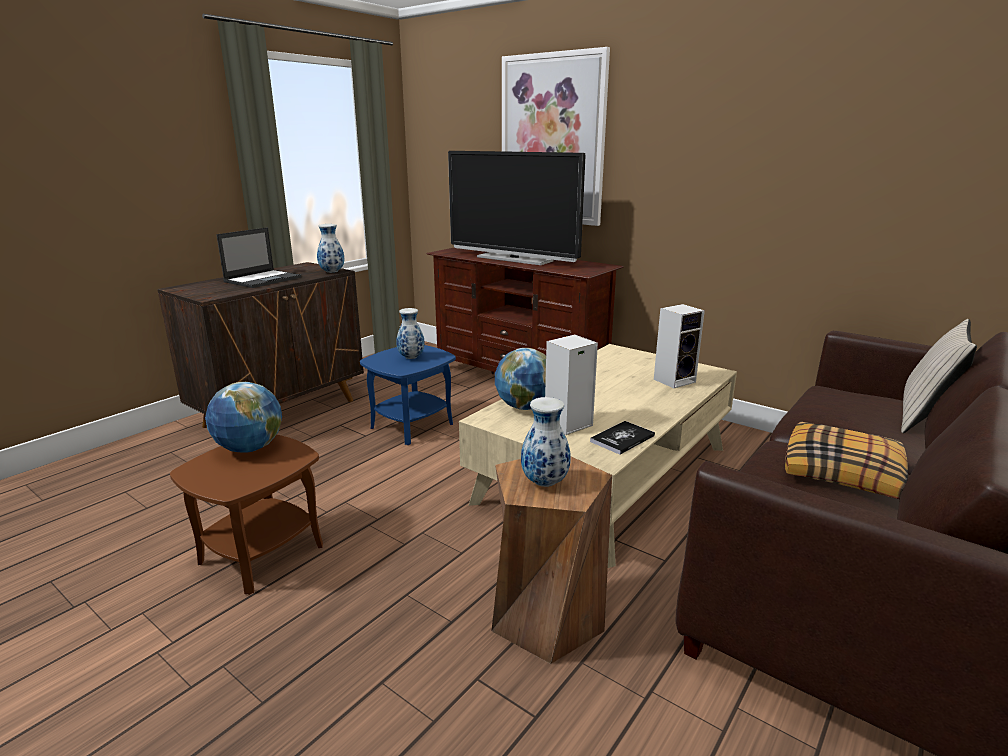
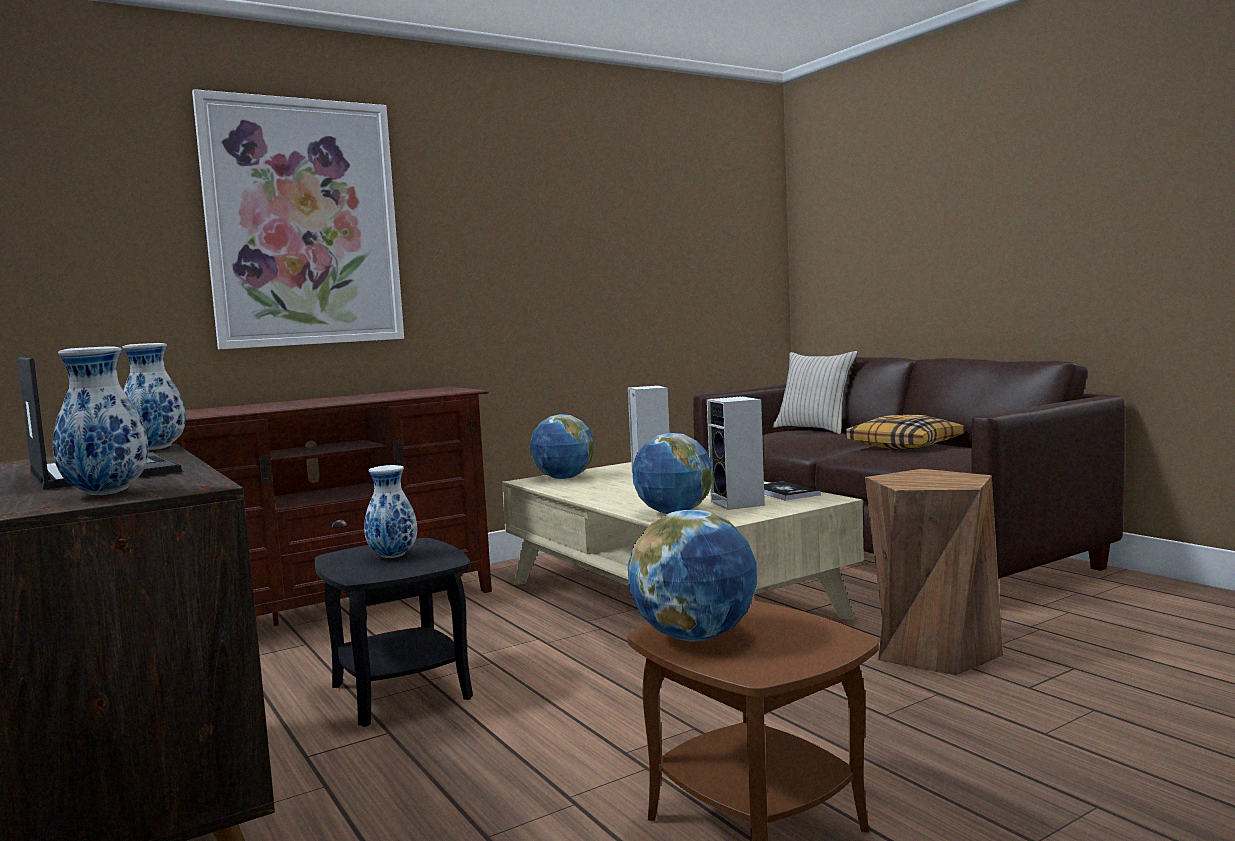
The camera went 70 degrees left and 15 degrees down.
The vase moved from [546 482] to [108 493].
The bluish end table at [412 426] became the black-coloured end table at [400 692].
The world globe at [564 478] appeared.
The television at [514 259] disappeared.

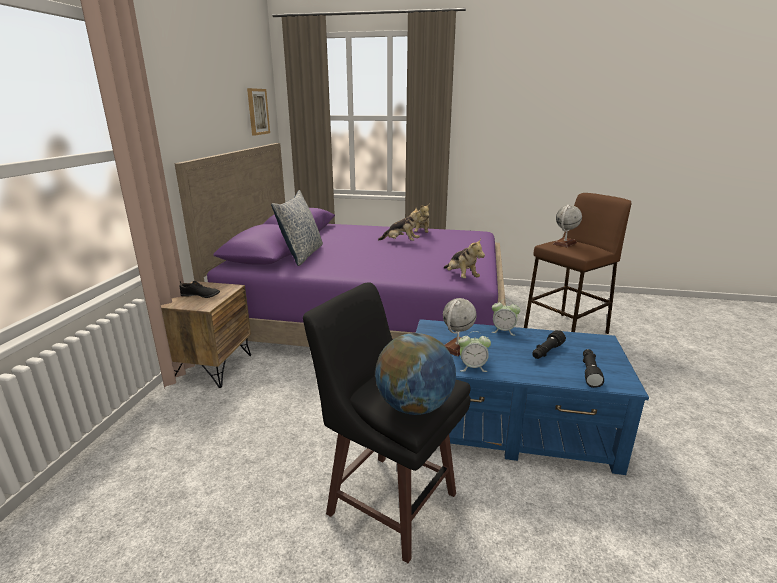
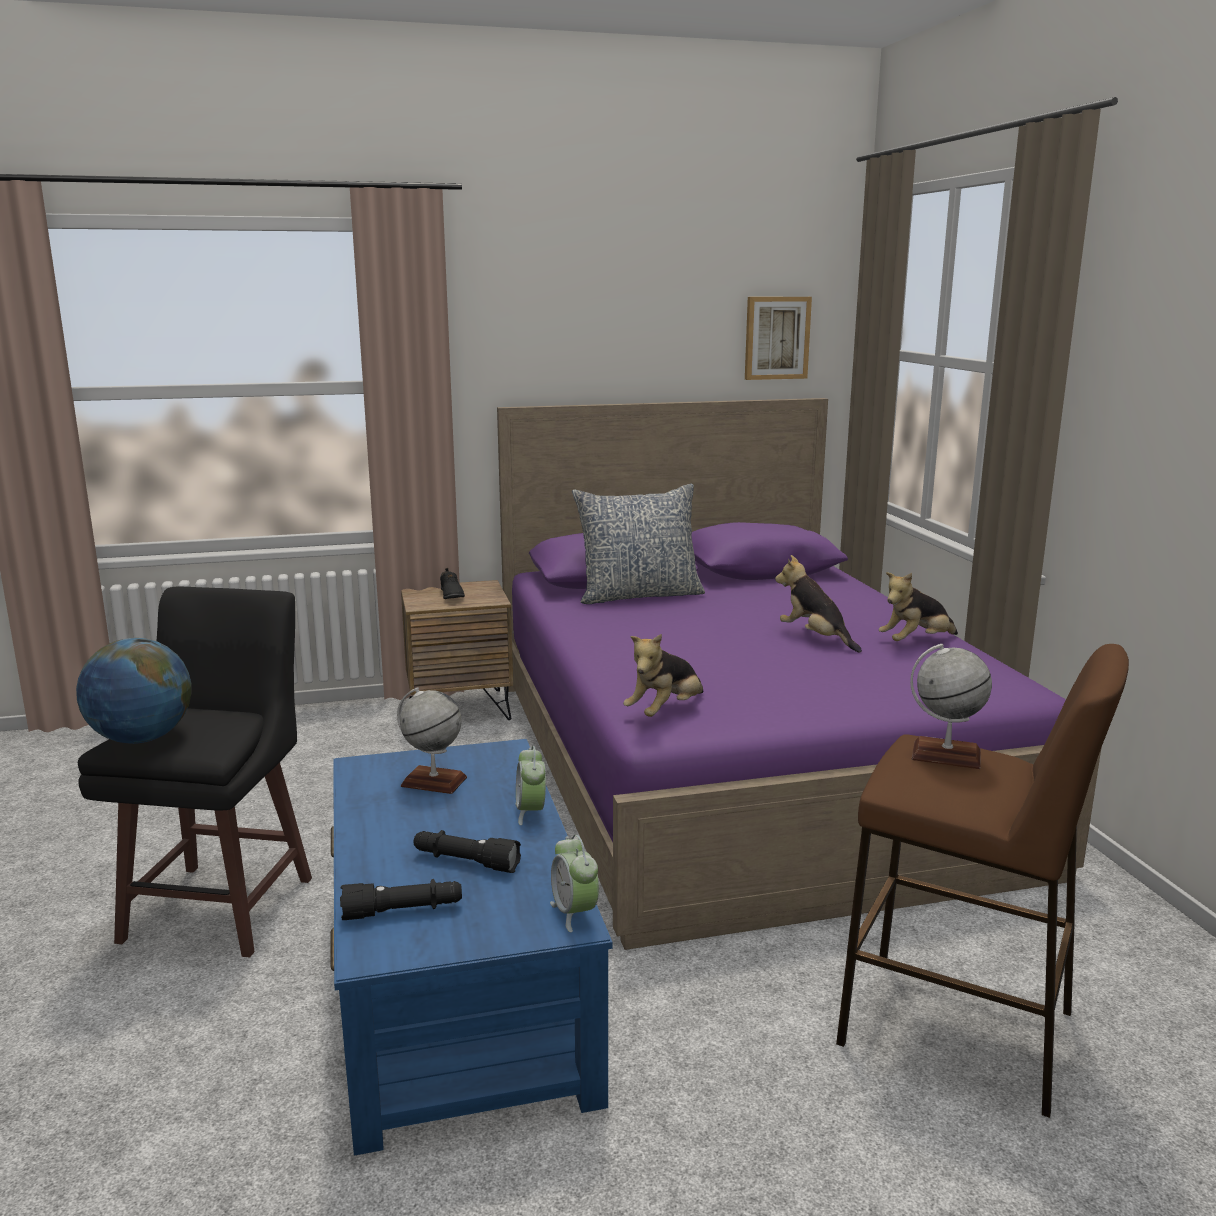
The camera went 65 degrees right and 5 degrees down.
The bedside clock moved from [472 367] to [574 913].
The soft toy at [401 242] turned 150 degrees clockwise.

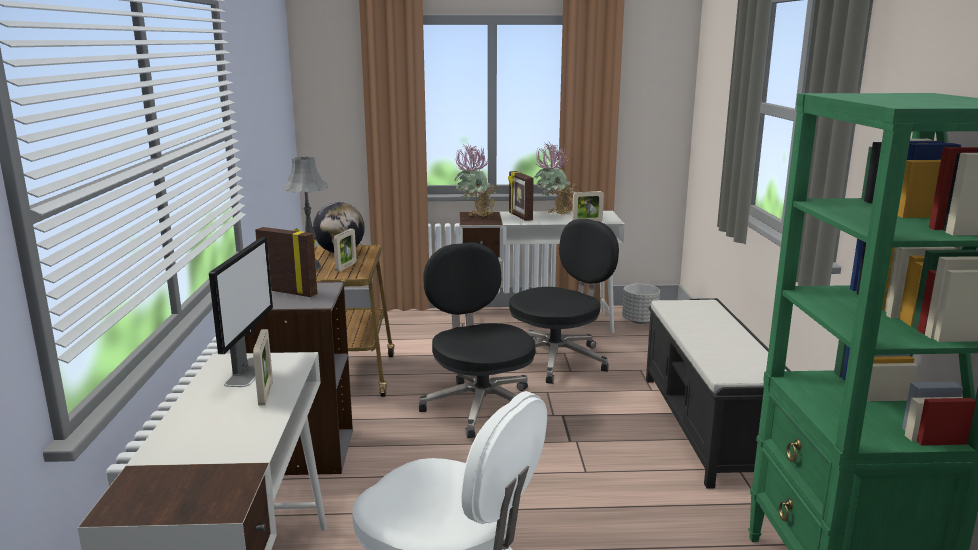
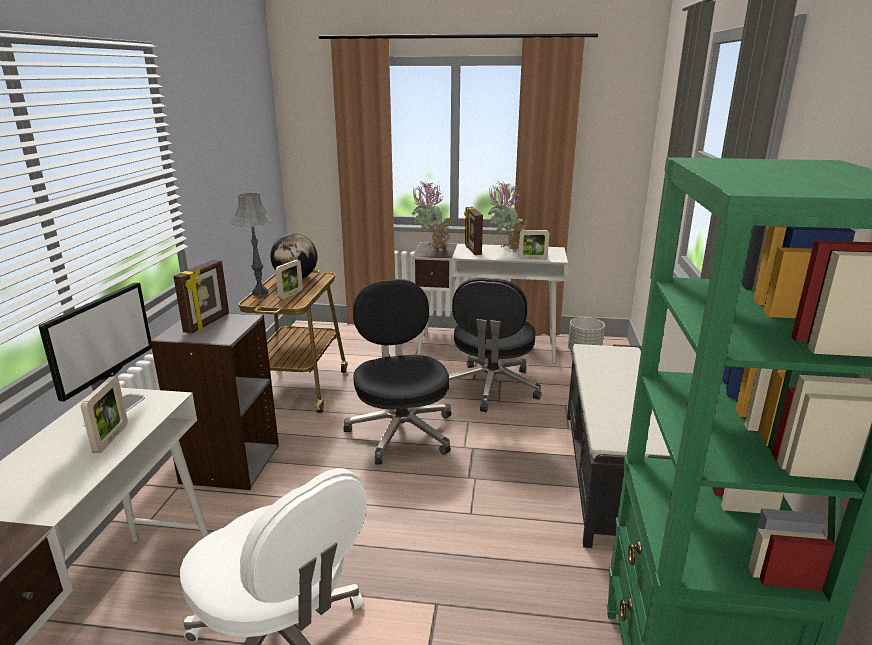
The camera went 10 degrees right and 5 degrees up.
The photo frame at [289 292] turned 75 degrees clockwise.
The black-coloured desk chair at [558 360] turned 135 degrees clockwise.

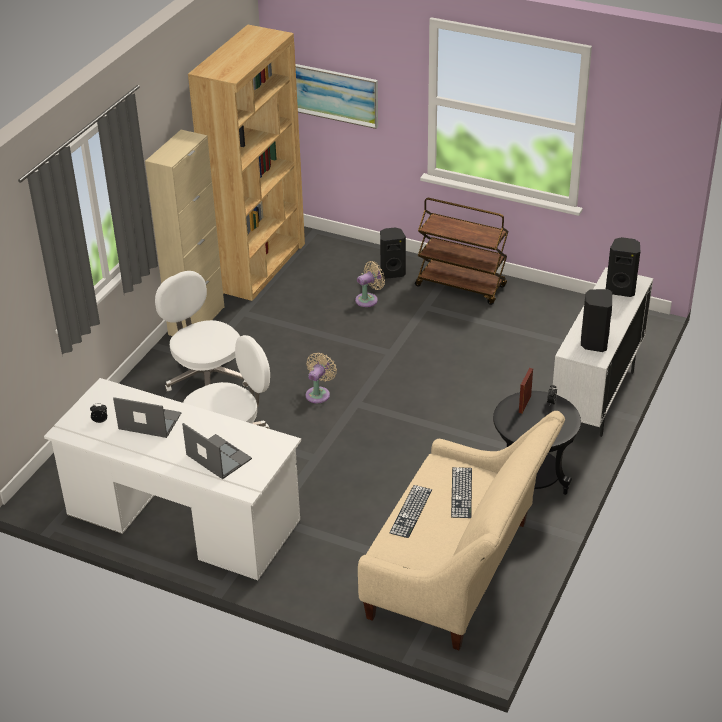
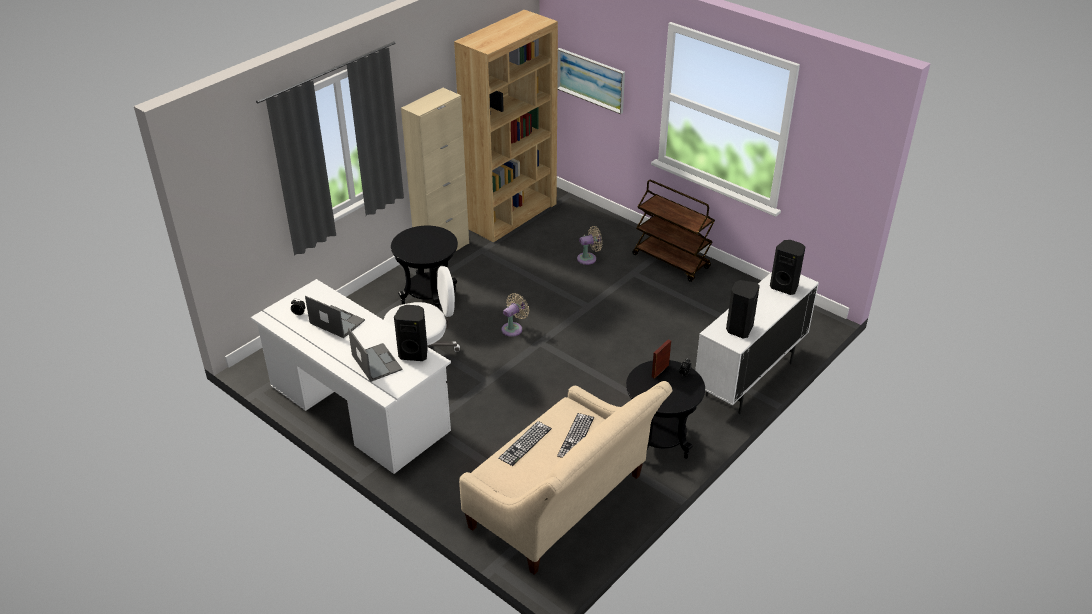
The camera went 15 degrees right and 0 degrees up.
The white-coloured desk chair at [206 378] was replaced by the black-coloured end table at [429 298].
The black-coloured speaker moved from [392 272] to [414 353].

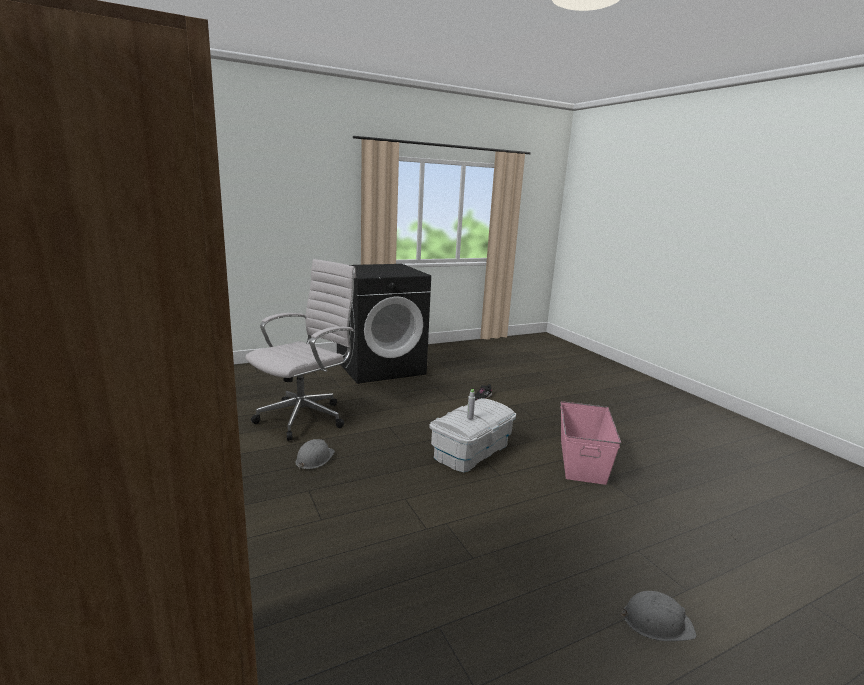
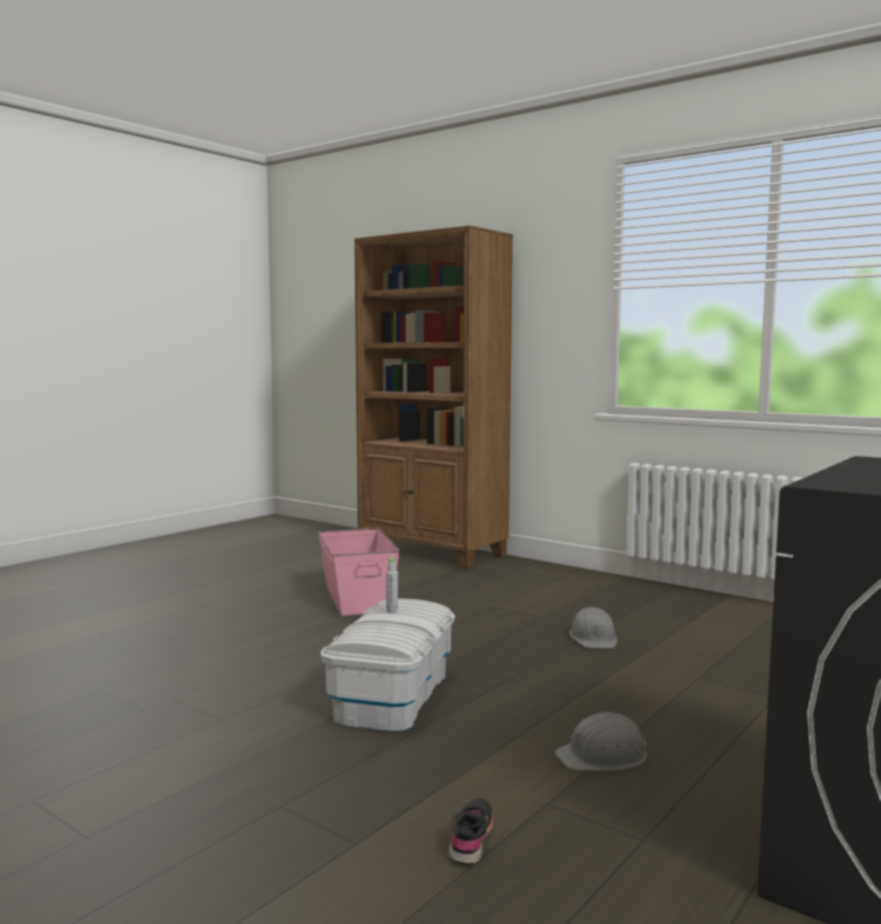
The camera went 155 degrees right and 10 degrees down.
The pink-coloured storage bin moved from [582 460] to [356 598].
The greyish work helmet moved from [656 622] to [603 756].
The white-coloured desk chair at [305 417] disappeared.

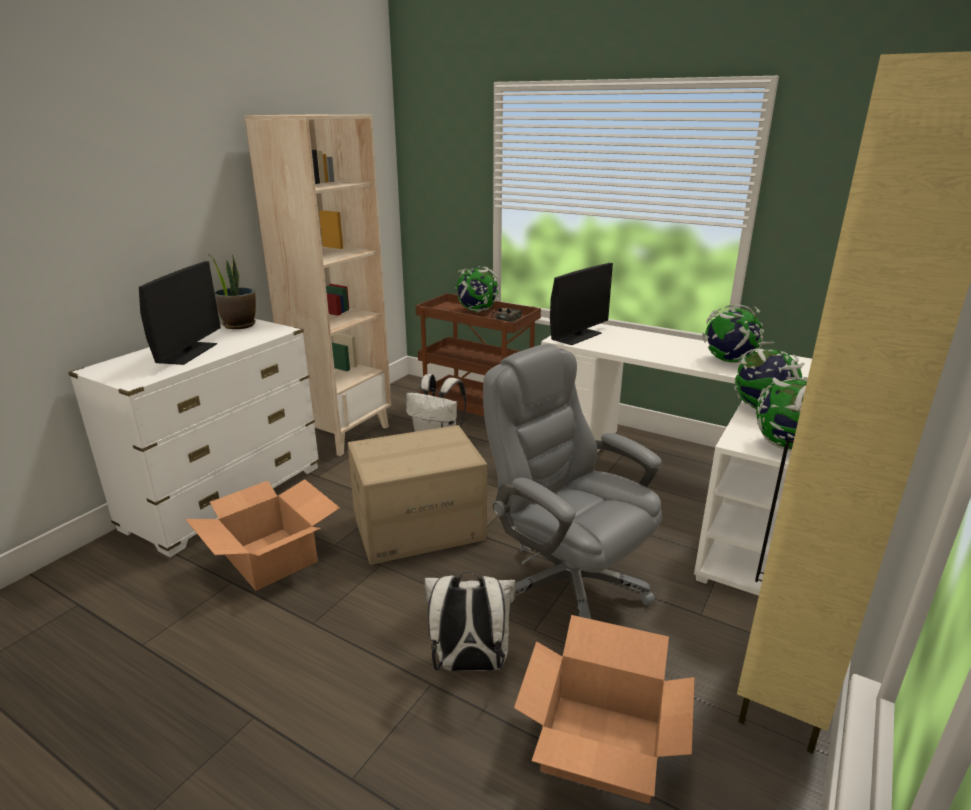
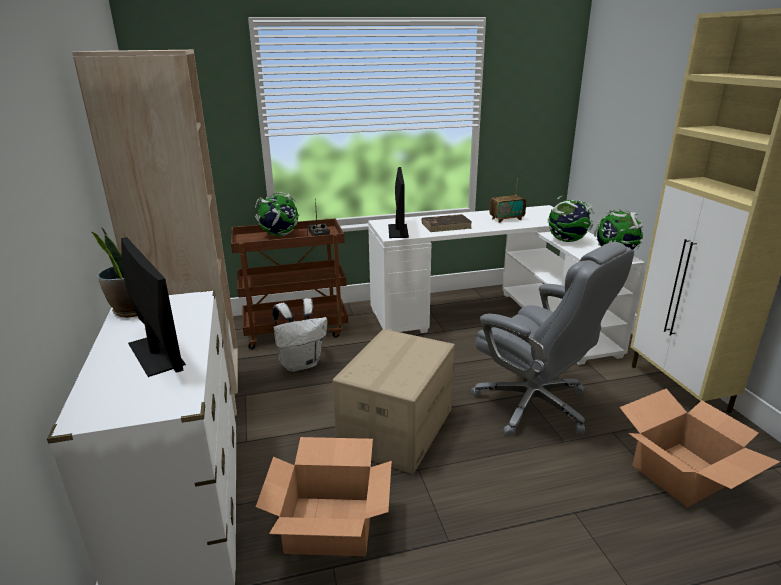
The camera went 45 degrees left and 0 degrees up.
The brownish bound book at [446 225] appeared.
The greyish desk chair at [567 584] turned 135 degrees counterclockwise.
The world globe at [728 360] was replaced by the radio set at [506 219].
The white-coloured backpack at [469 664] disappeared.

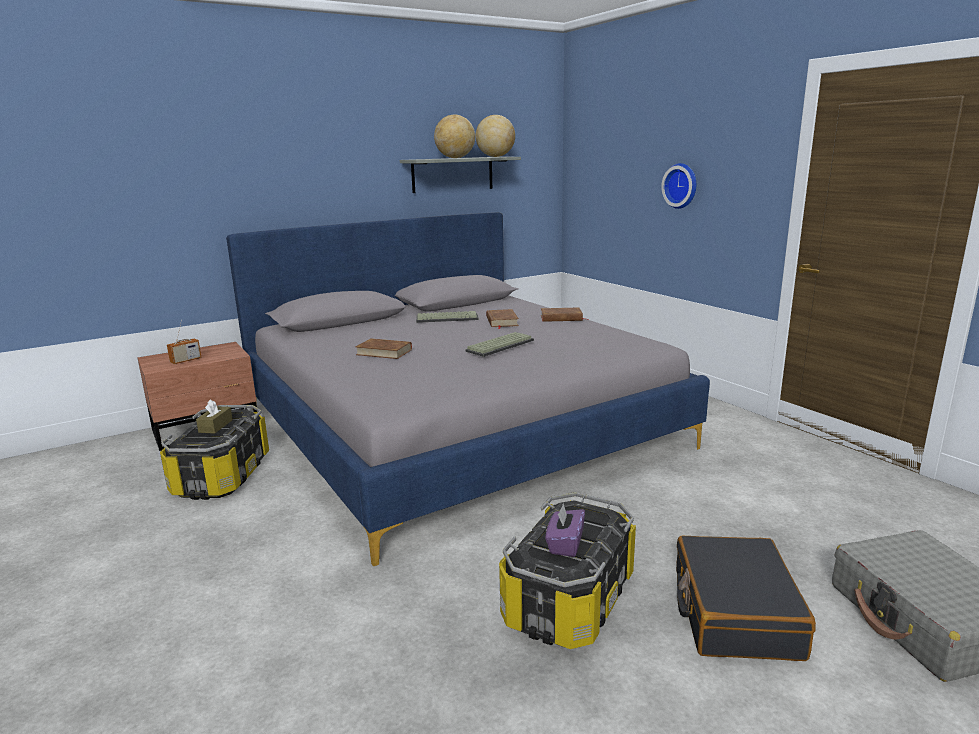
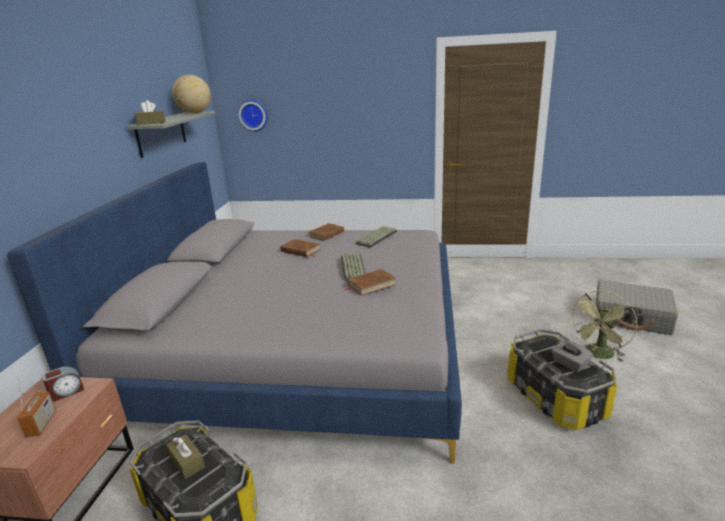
The camera went 50 degrees left and 5 degrees up.
The bedside clock at [67 392] appeared.
The brownish tissue box at [151 123] appeared.
The clock on the wall moved from [681 185] to [253 115].
The brownish bound book moved from [384 352] to [371 285].
The PC keyboard moved from [447 318] to [376 237].
The purple-coloured tissue box at [565 544] became the greyish tissue box at [569 364].
The black-coloured suitcase at [734 613] was replaced by the green-coloured electric fan at [598 355].
The world globe at [455 158] disappeared.

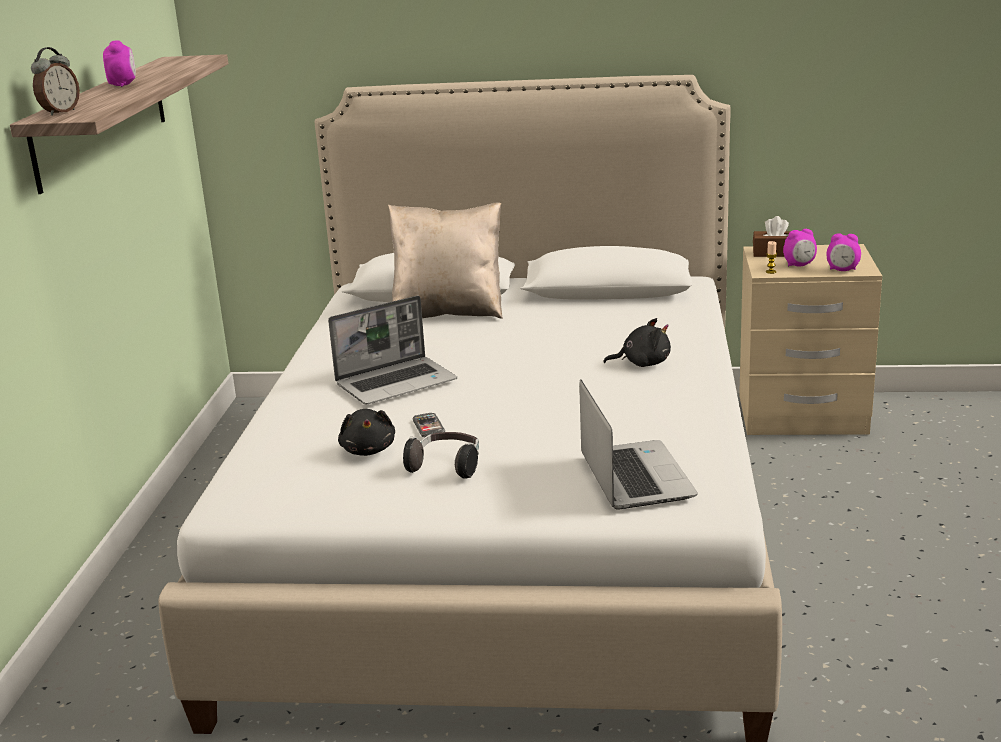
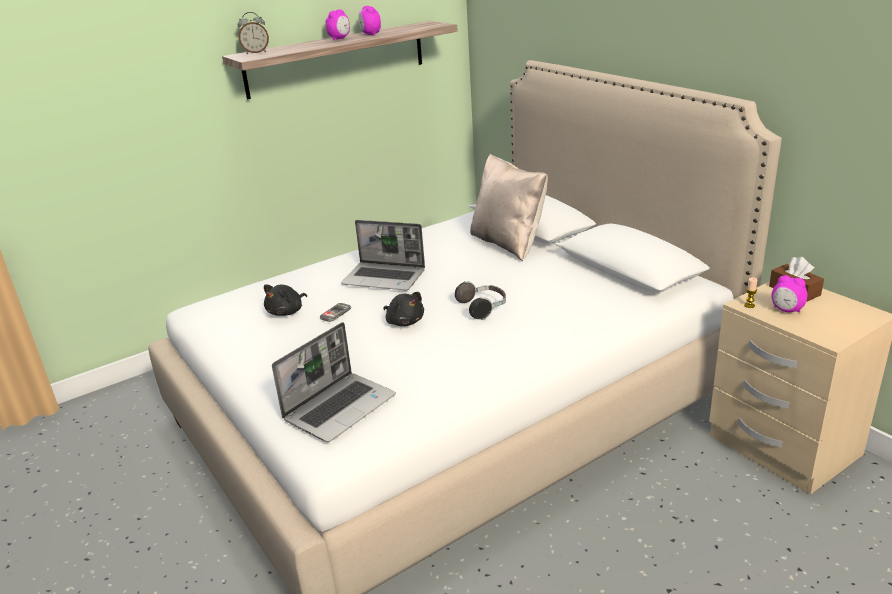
The camera went 50 degrees right and 5 degrees up.
The bedside clock moved from [842 270] to [370 34].
The black-coloured soft toy moved from [642 363] to [404 321].
The headset moved from [447 467] to [483 308].

